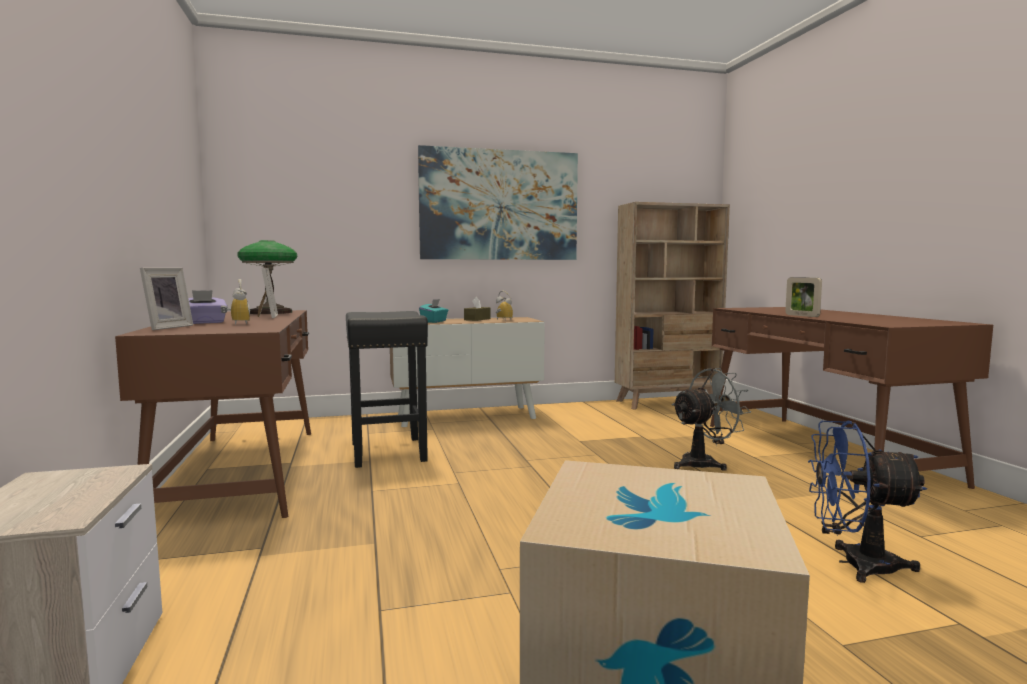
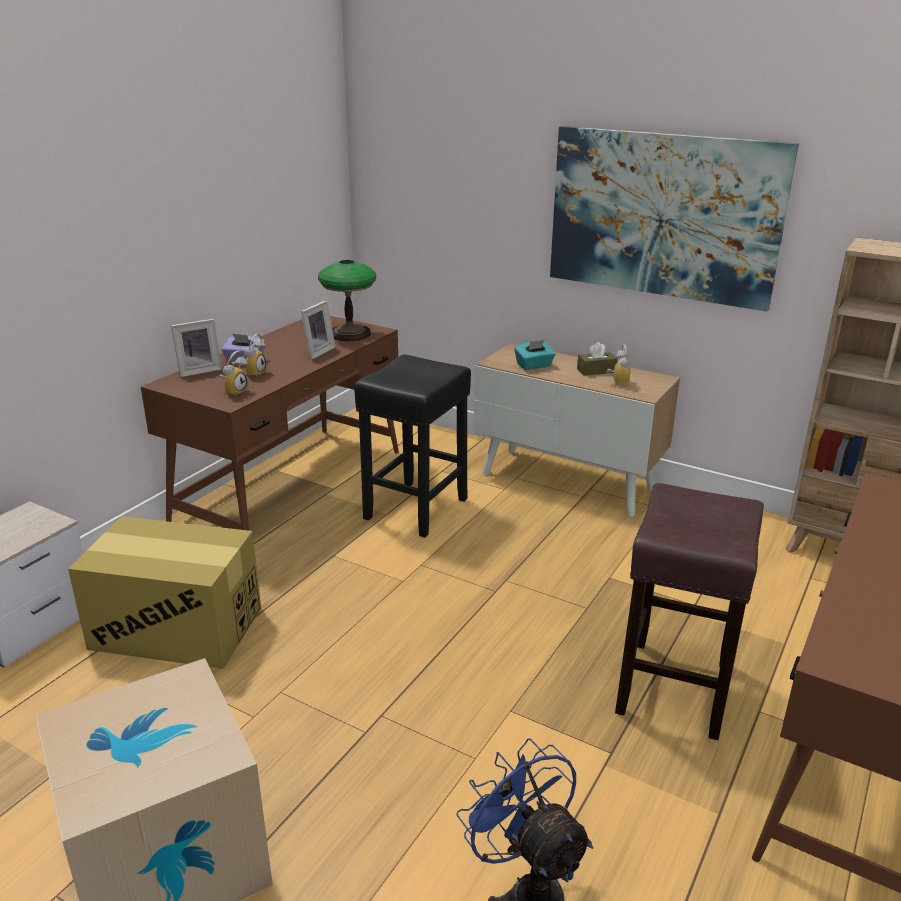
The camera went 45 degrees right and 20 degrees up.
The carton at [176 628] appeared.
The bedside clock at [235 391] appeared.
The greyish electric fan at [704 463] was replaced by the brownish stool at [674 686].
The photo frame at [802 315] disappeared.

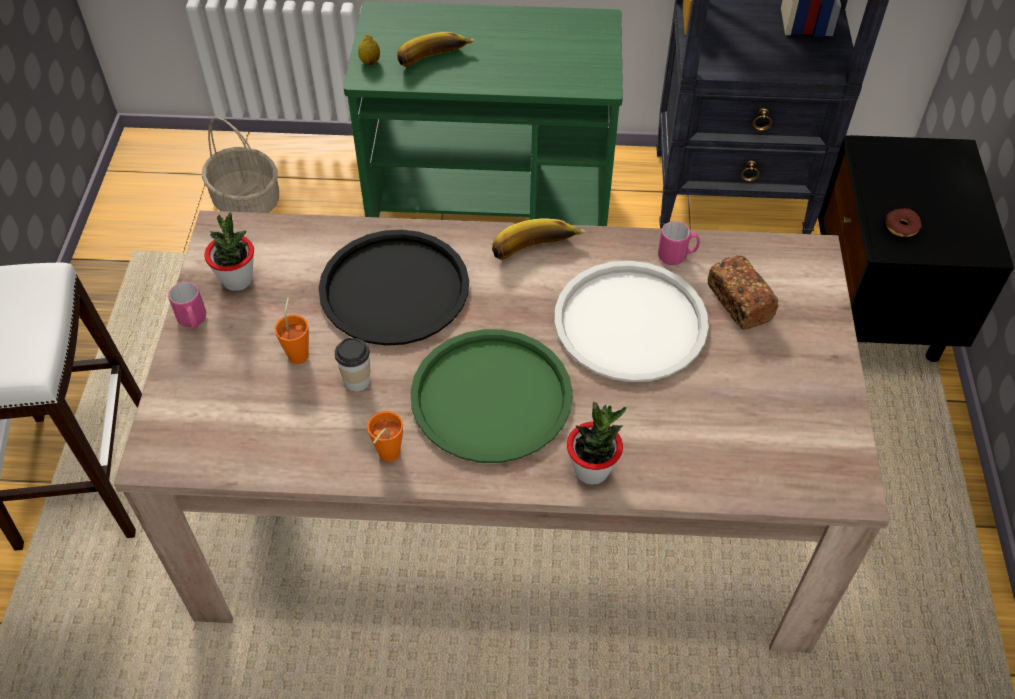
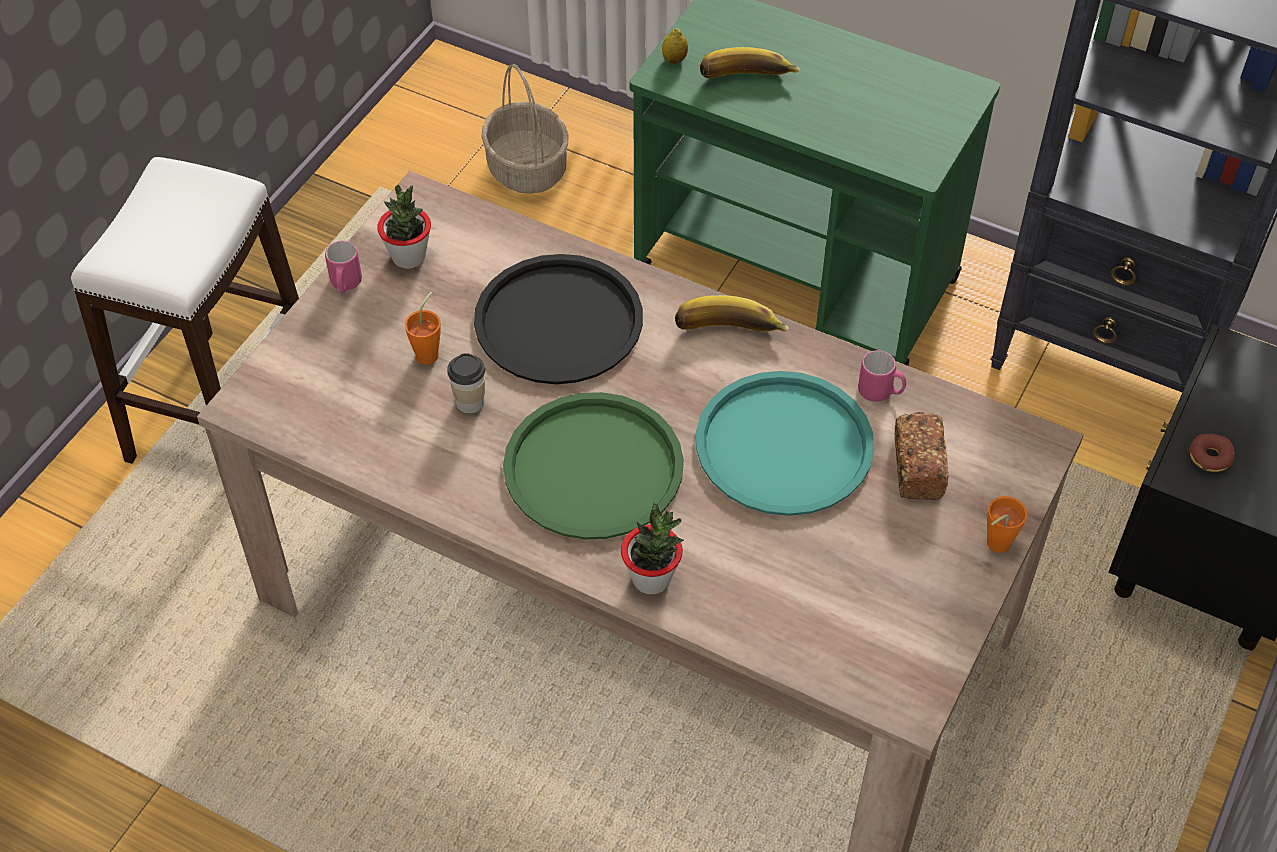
The camera went 25 degrees right and 0 degrees up.
The white-coloured serving tray at [630 322] became the blue-green serving tray at [784 445].
The orangey small cup moved from [386 456] to [994 545].

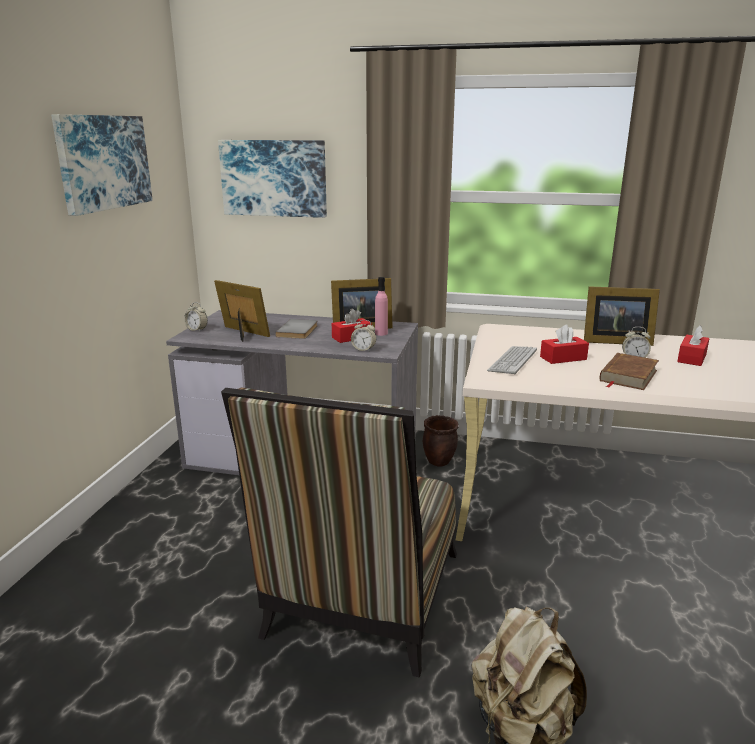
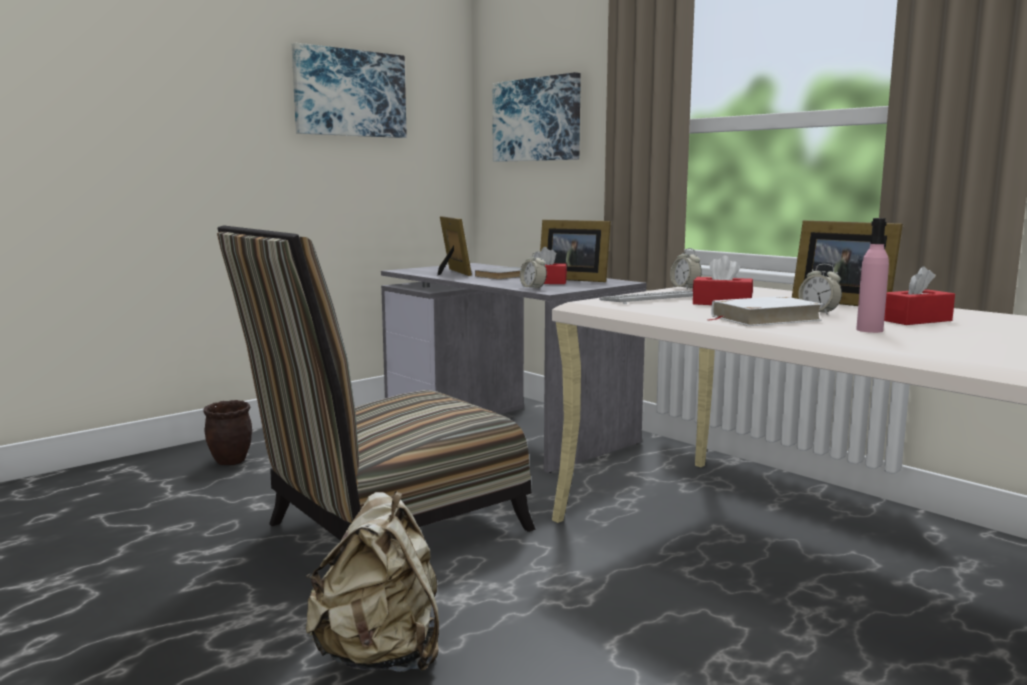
The camera went 35 degrees right and 10 degrees down.
The brownish flower pot moved from [438 462] to [229 461].
The bedside clock moved from [197 330] to [685 288].
The brownish bound book at [627 376] became the white-coloured bound book at [764 318].
The pink-coloured drink bottle moved from [381 333] to [869 330].

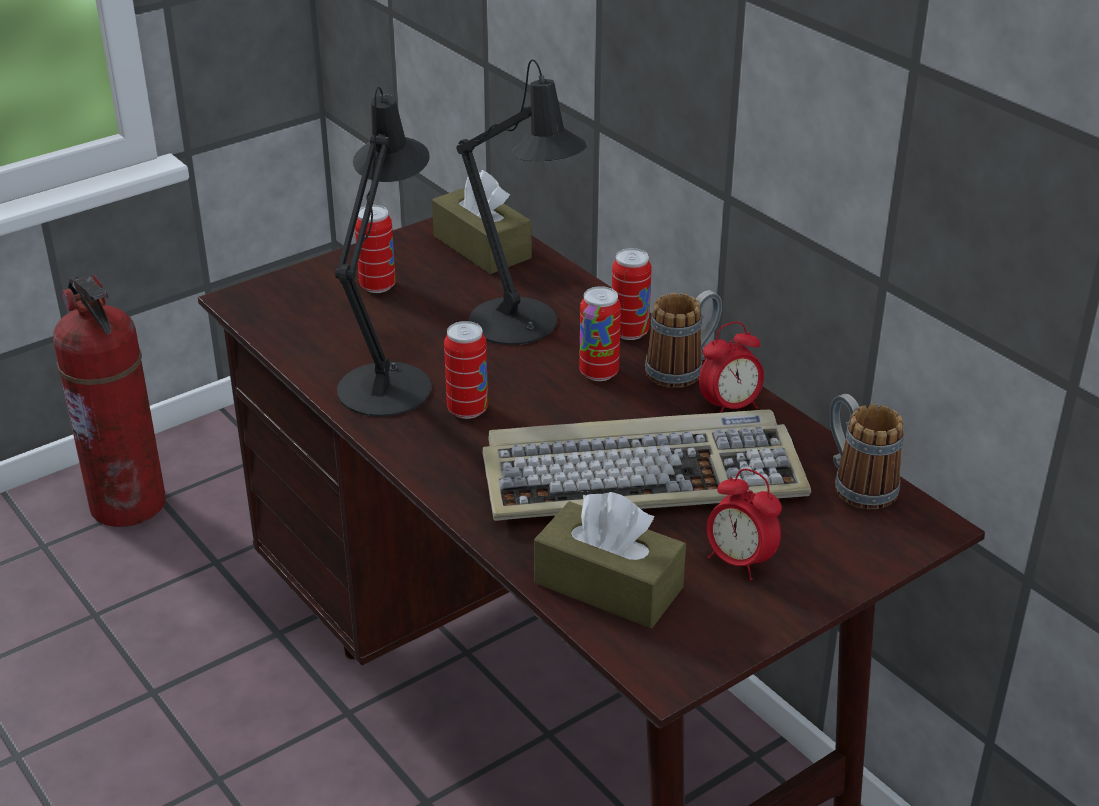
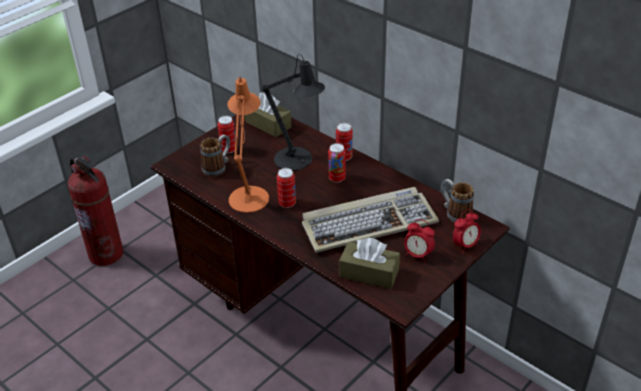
The camera went 10 degrees left and 5 degrees up.
The coffee mug moved from [683 369] to [218 167].
The black-coloured lamp for a table at [389 381] became the orangey lamp for a table at [249 195].
The bedside clock moved from [730 407] to [465 245].

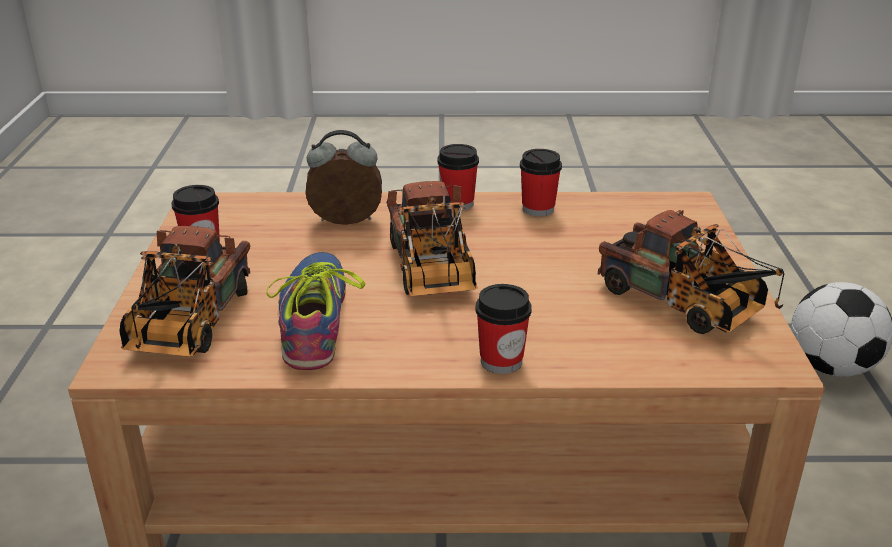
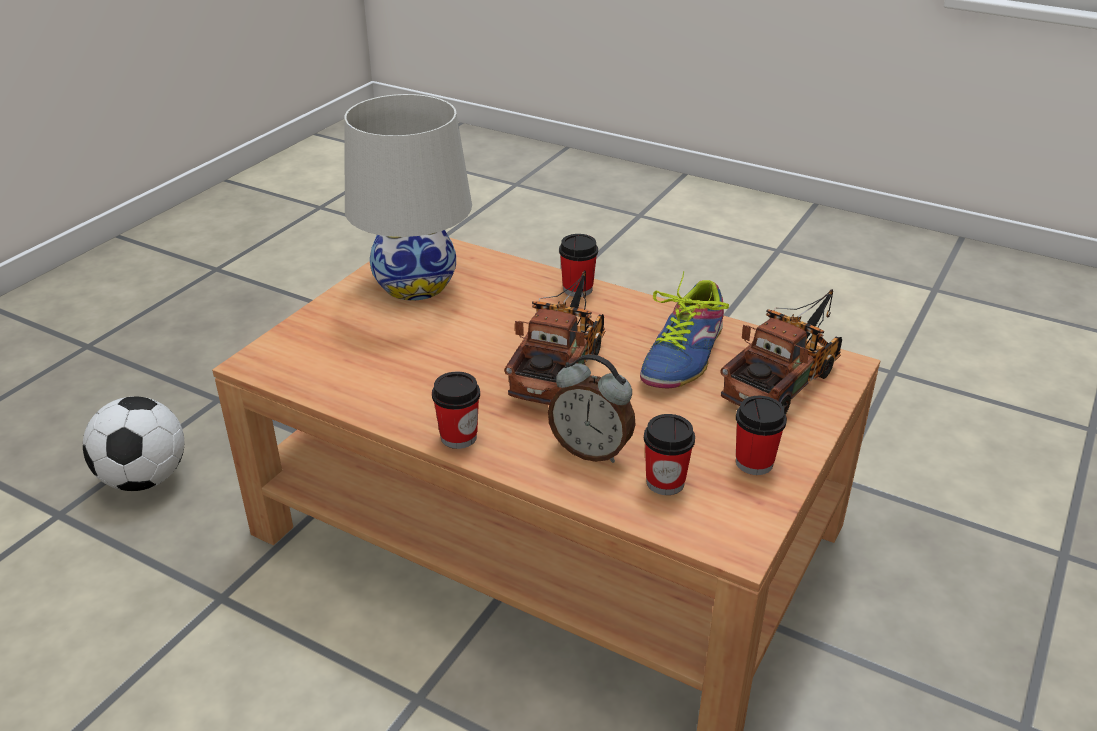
The camera went 150 degrees left and 5 degrees up.
The toy lorry at [686 306] was replaced by the white-coloured lamp for a table at [415 284].
The small cup moved from [538 209] to [665 482].

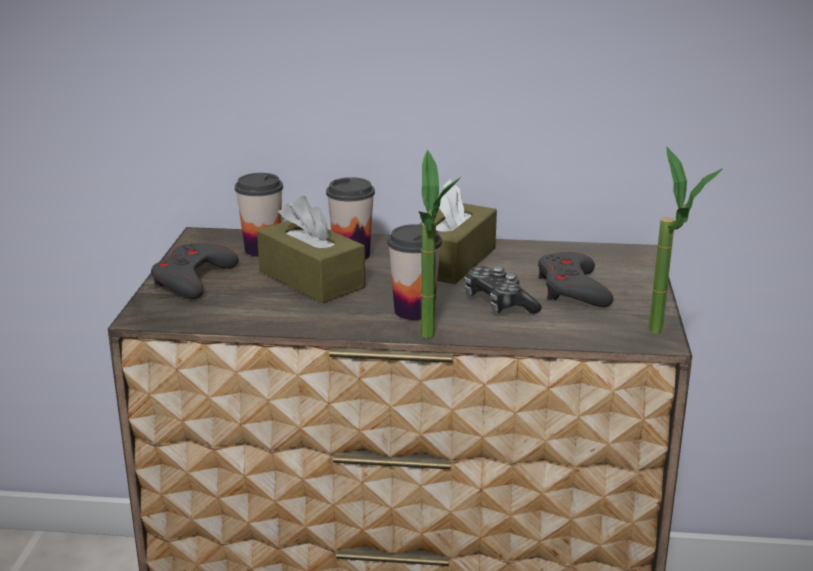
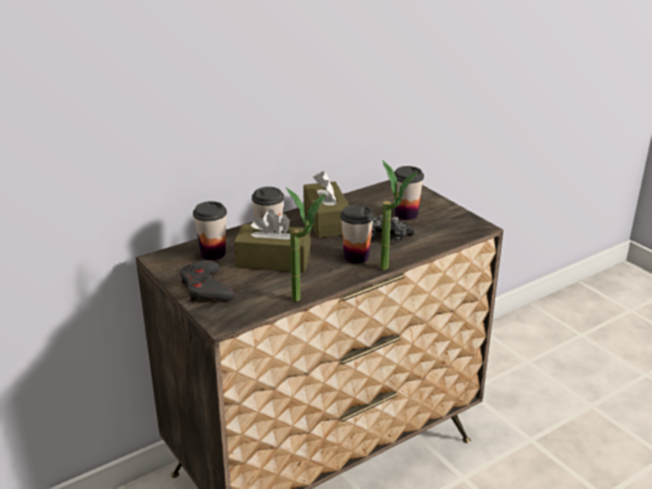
The camera went 40 degrees left and 5 degrees up.
The potted plant moved from [667 335] to [305 299].
The greyish joypad at [572 289] was replaced by the small cup at [406 214].

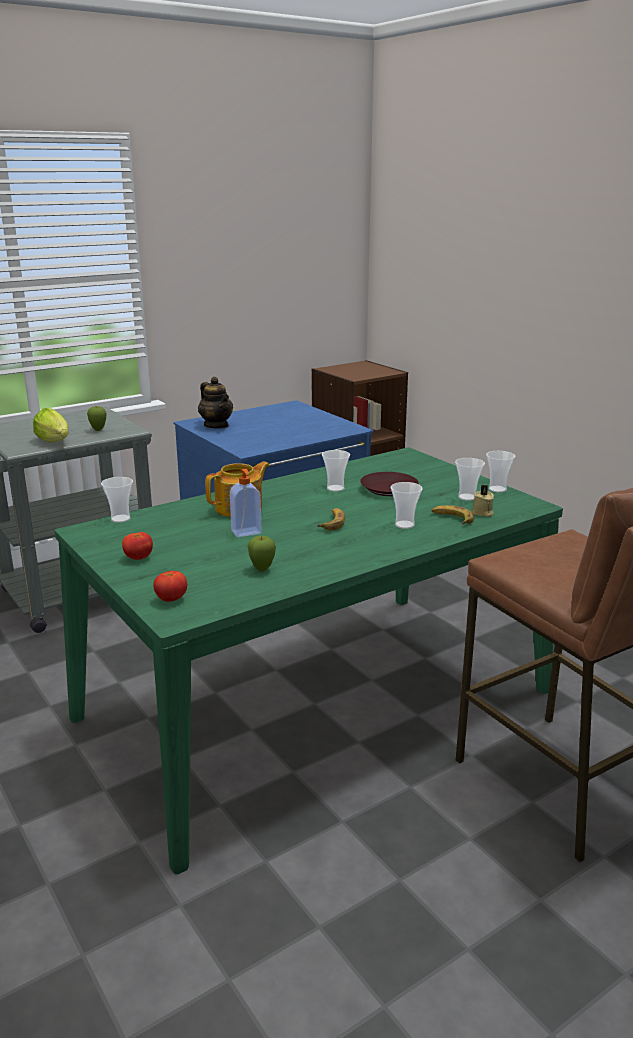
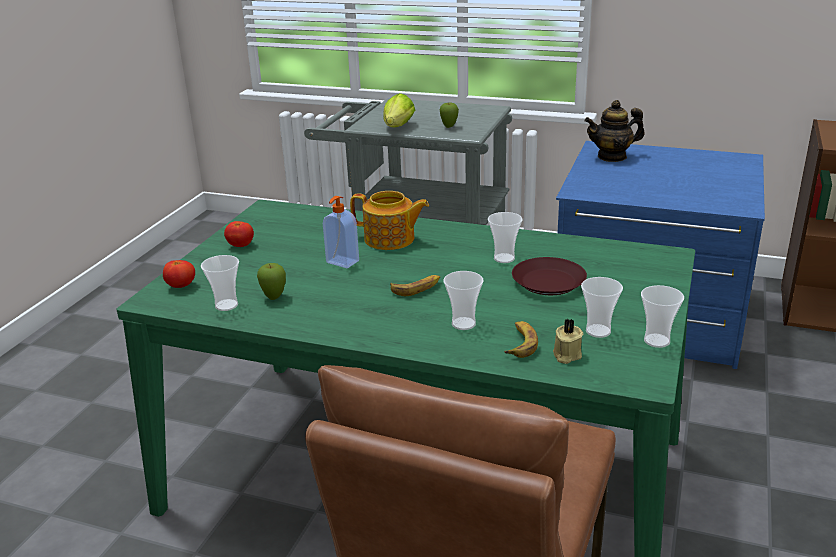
The camera went 55 degrees right and 5 degrees up.
The small cup moved from [120 519] to [226 305].
The teapot at [216 425] turned 60 degrees clockwise.

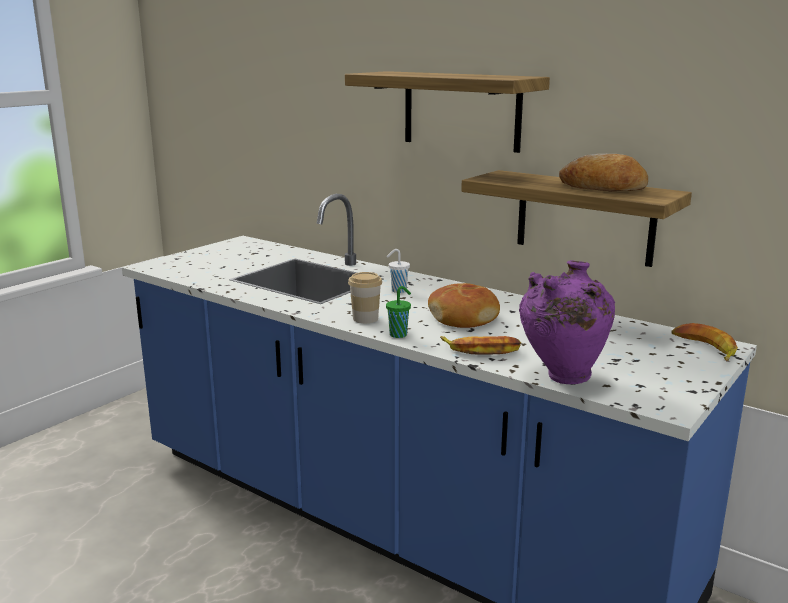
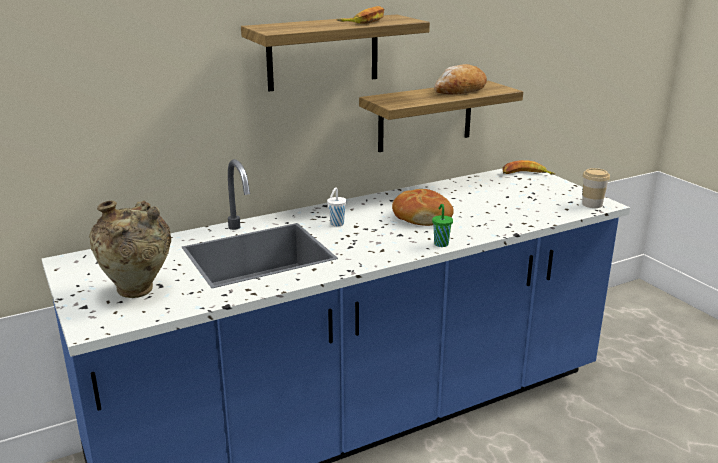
The camera went 65 degrees left and 5 degrees up.
The beige vase at [138 292] appeared.
The banana fruit moved from [481 350] to [364 21].
The small cup moved from [365 318] to [592 204].
The purple-coloured vase at [561 377] disappeared.

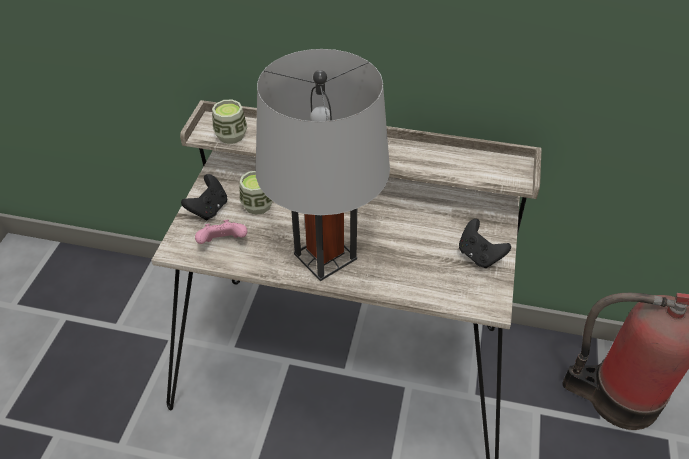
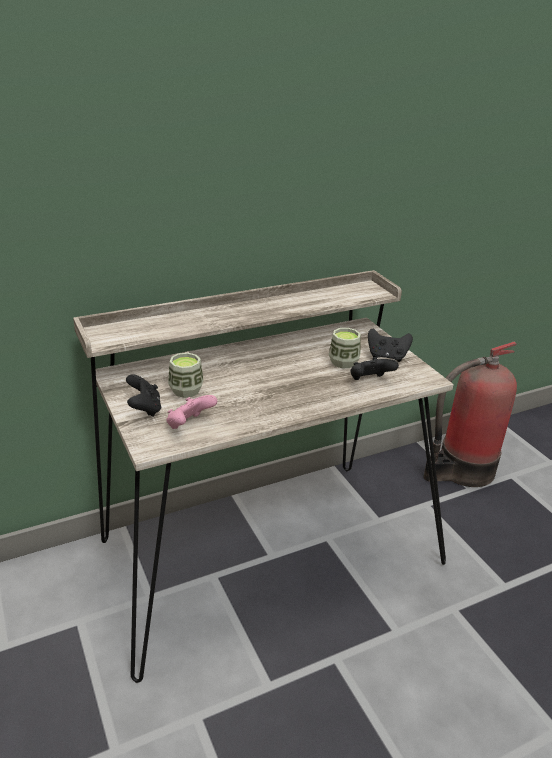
The camera went 40 degrees left and 15 degrees down.
The small cup moved from [231 135] to [343 362].
The black-coloured joypad at [369 381] appeared.
The greyish lamp for a table at [325 257] disappeared.

